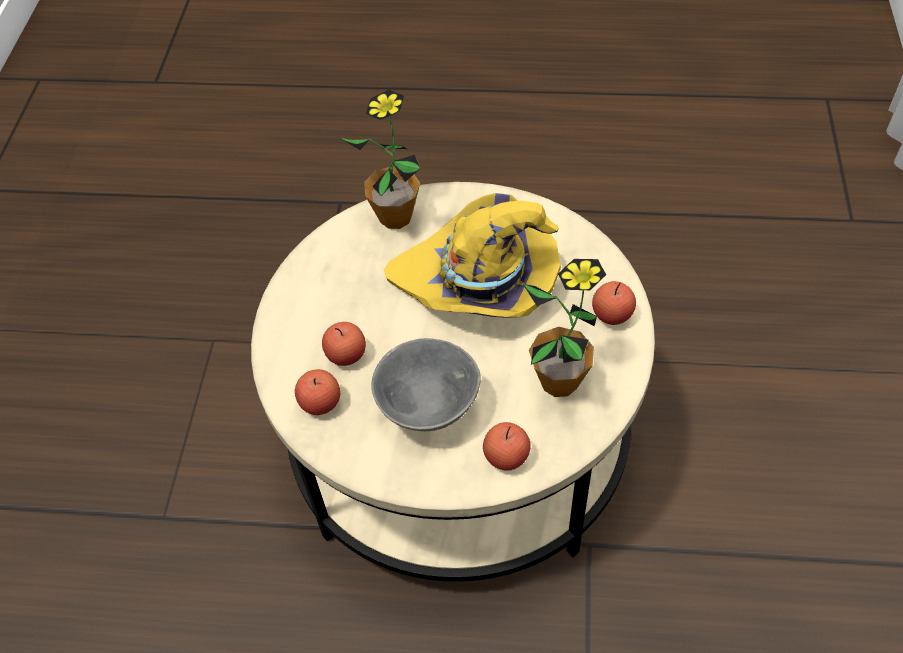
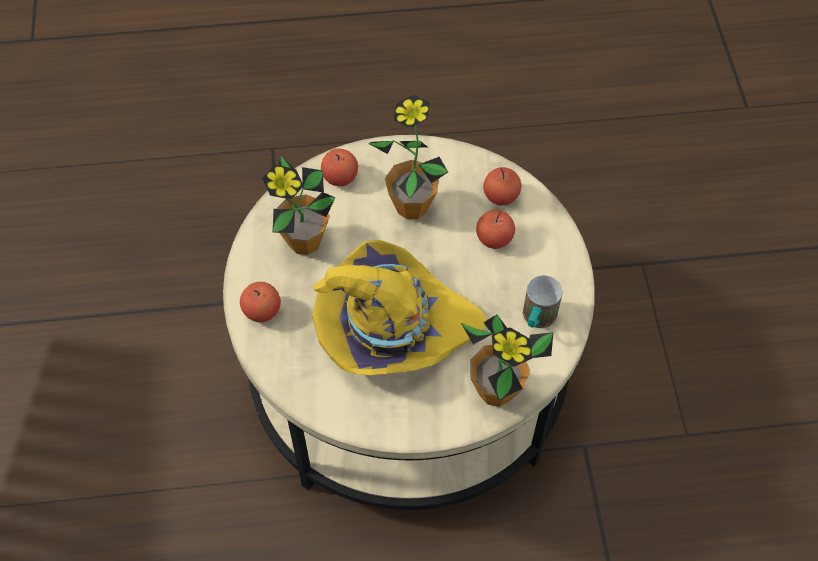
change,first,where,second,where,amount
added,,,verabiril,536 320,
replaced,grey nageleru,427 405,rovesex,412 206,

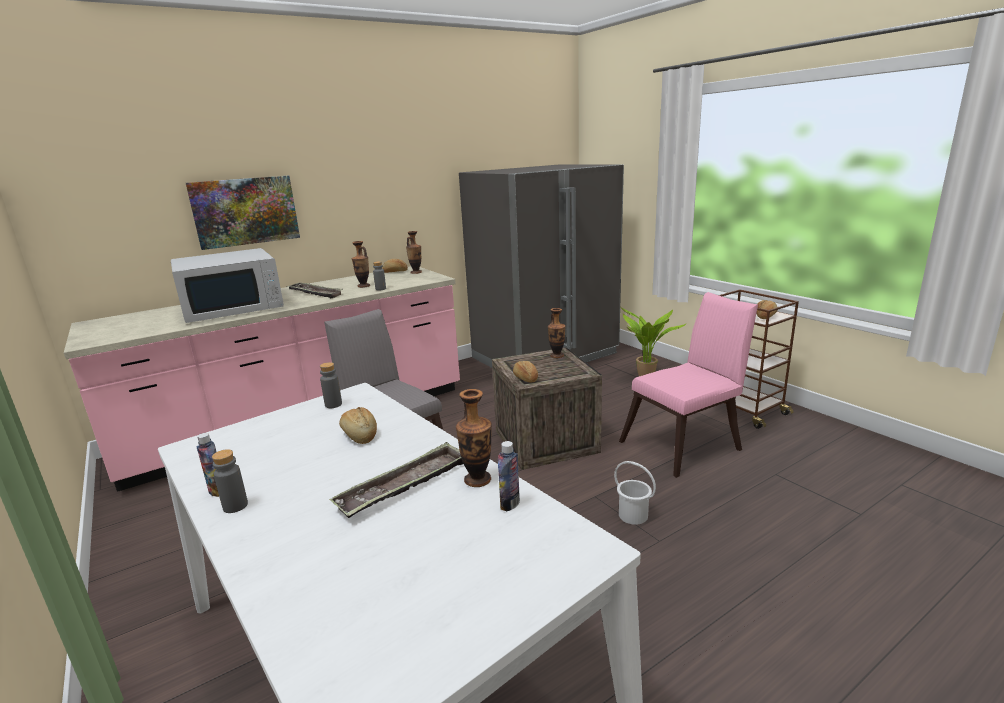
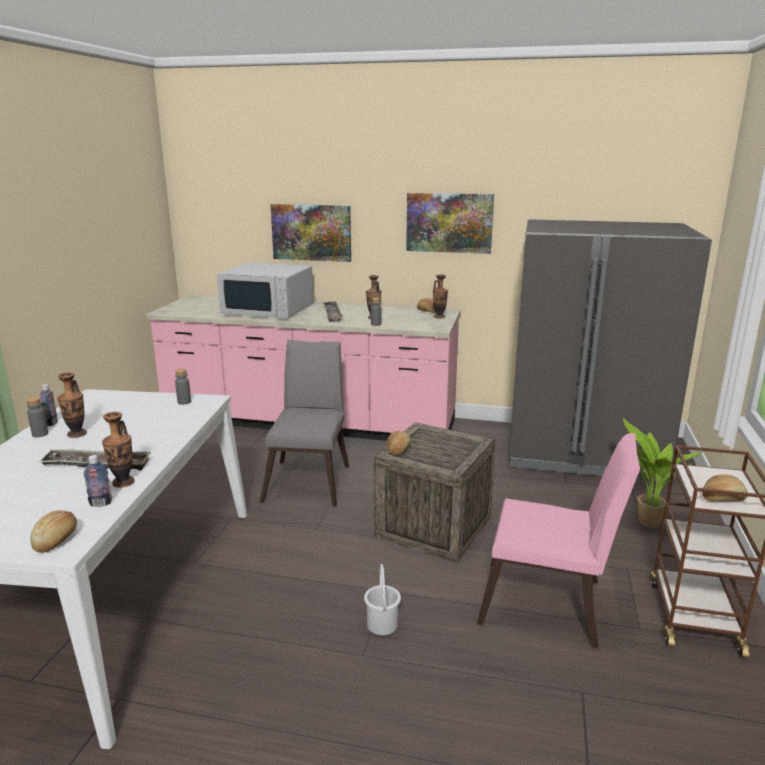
change,first,where,second,where,amount
added,,,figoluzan,449 222,
moved,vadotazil,359 435,,57 540,
moved,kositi,557 356,,77 434,

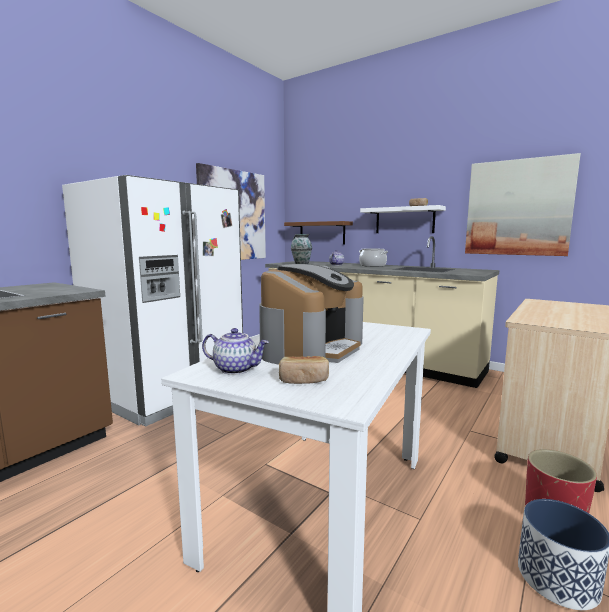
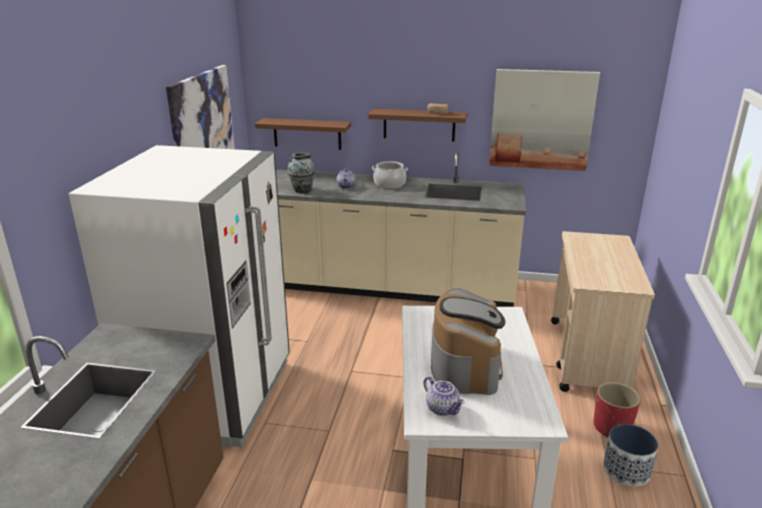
change,first,where,second,where,amount
removed,vadotazil,303 380,,,
recoloured,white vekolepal,404 220,brown vekolepal,419 125,
turned,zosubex,236 369,,443 408,60 degrees clockwise

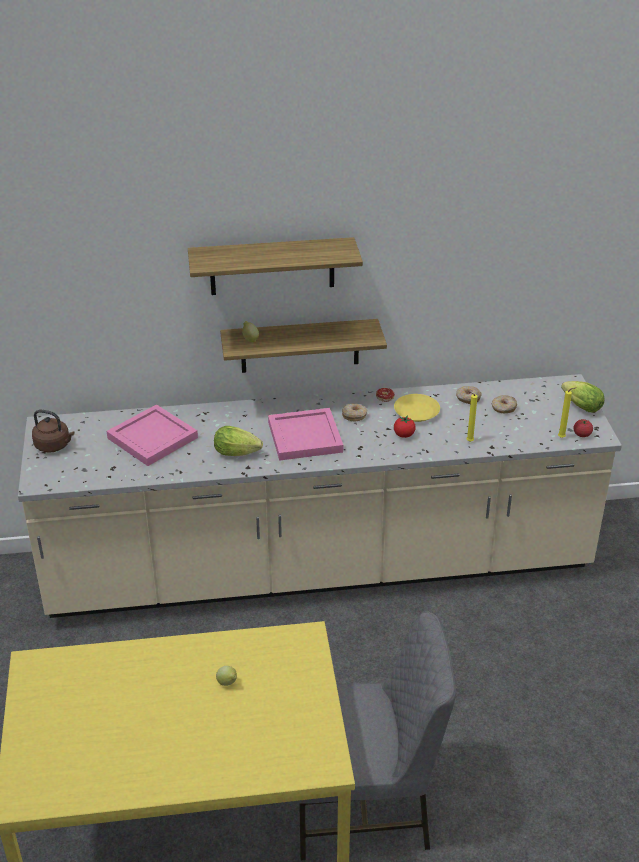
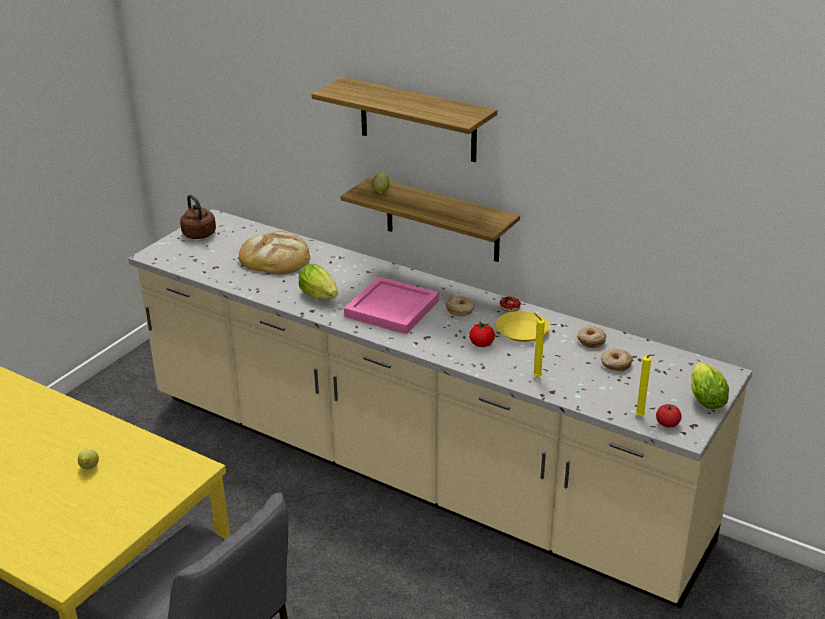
change,first,where,second,where,amount
replaced,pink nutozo,152 437,vadotazil,275 258,

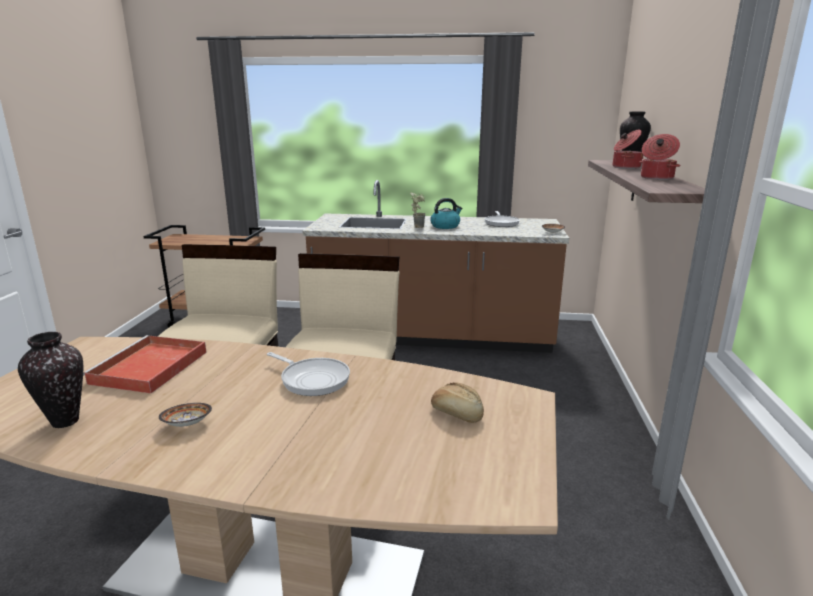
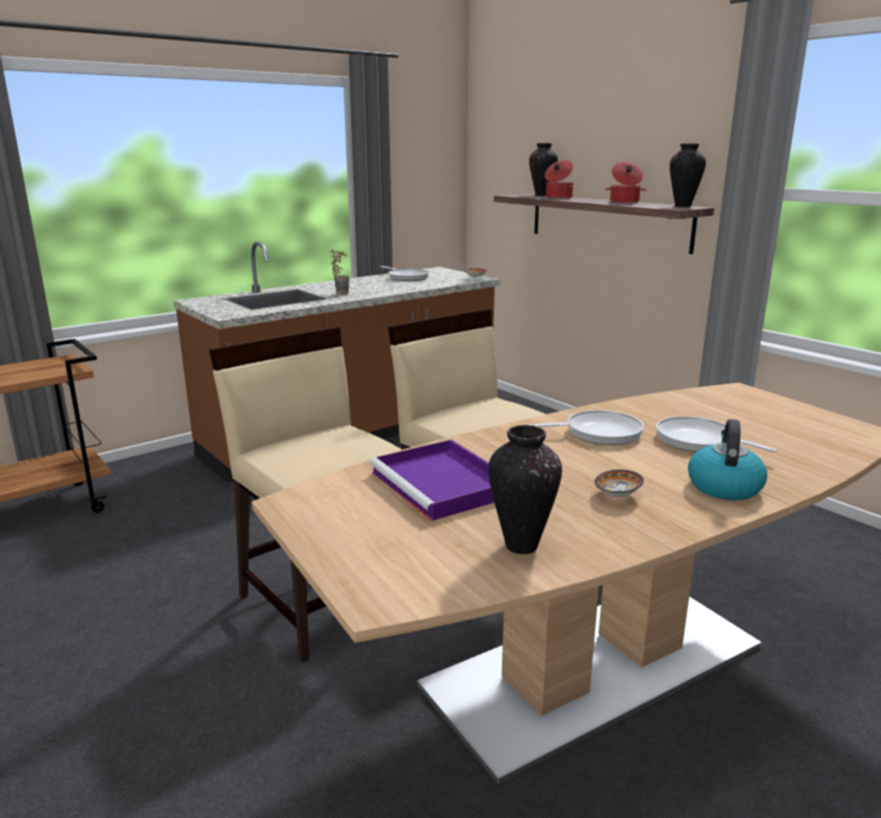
change,first,where,second,where,amount
removed,vadotazil,457 413,,,
added,,,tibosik,699 441,
added,,,kositi,682 206,
moved,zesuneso,445 226,,724 486,
recoloured,red nutozo,149 368,purple nutozo,444 485,

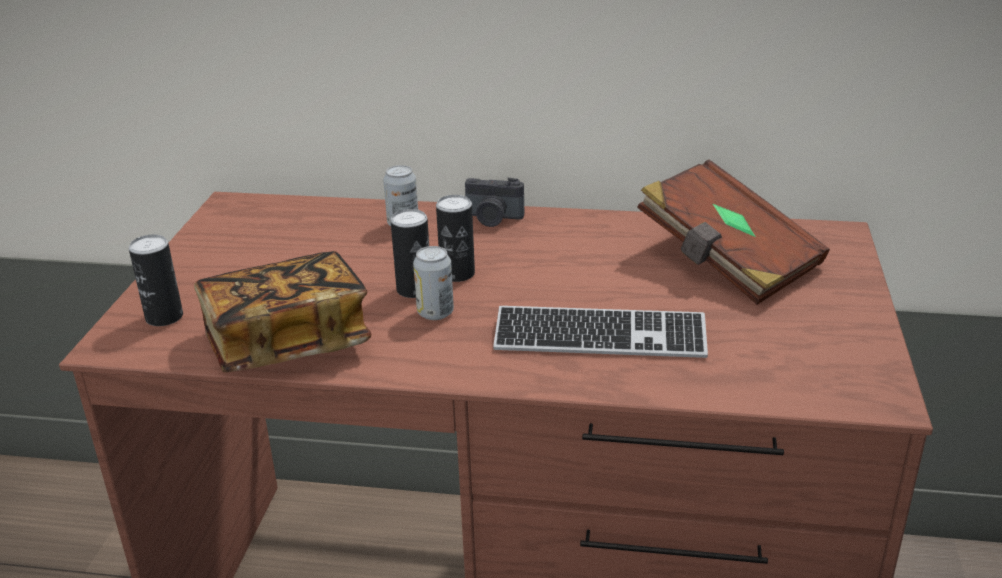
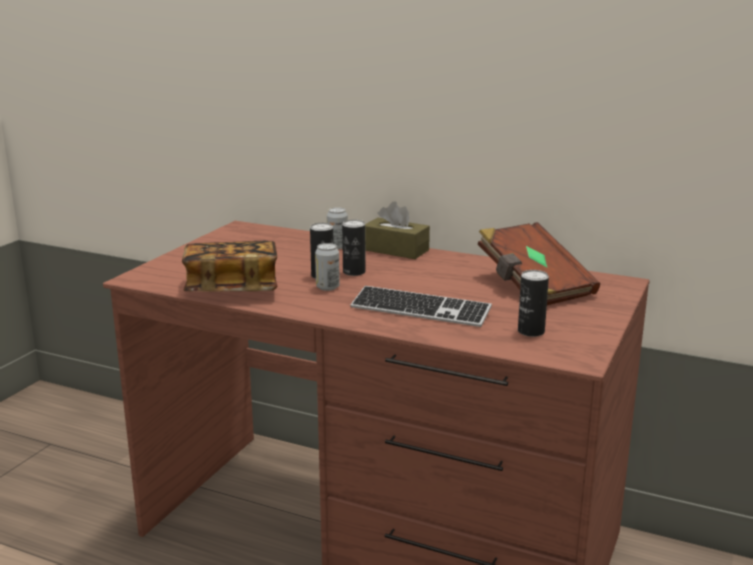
change,first,where,second,where,amount
moved,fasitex,164 317,,531 331,
replaced,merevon,493 218,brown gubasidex,395 250,

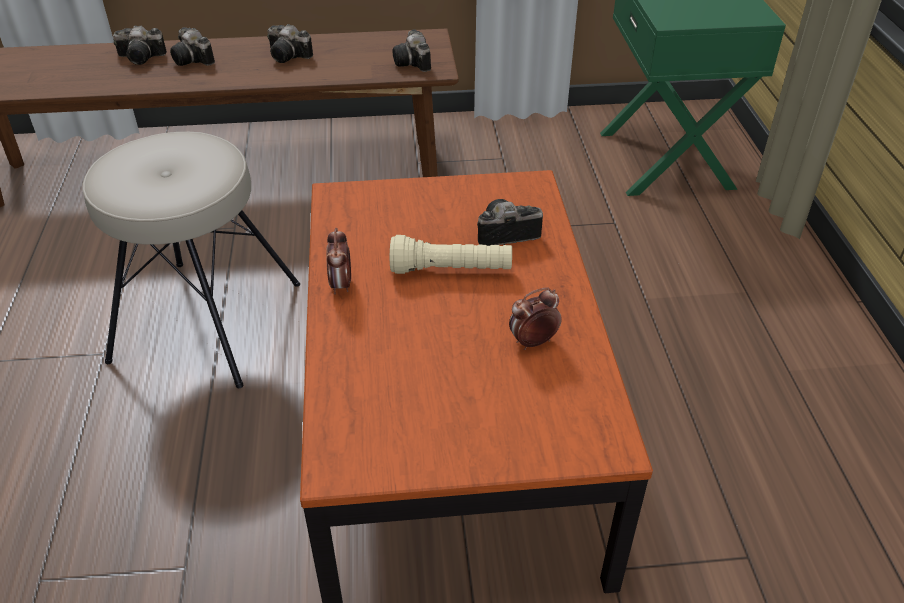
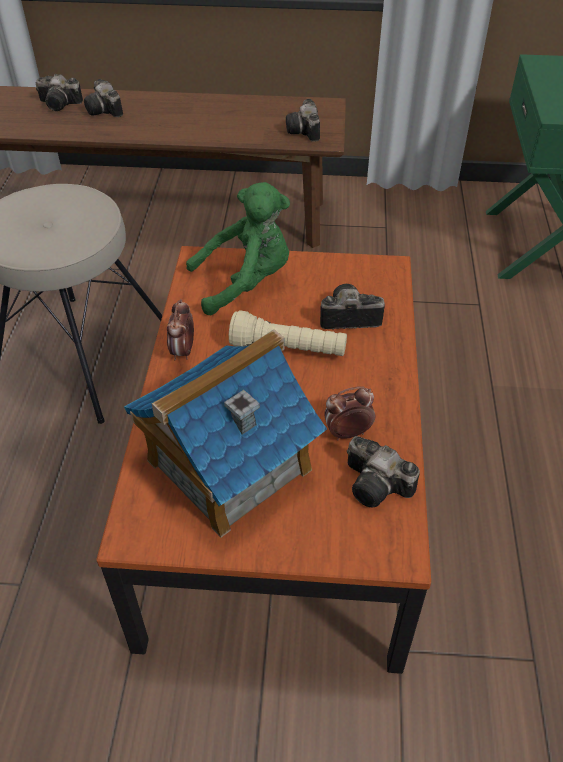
change,first,where,second,where,amount
added,,,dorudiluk,227 465,
added,,,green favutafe,246 282,
moved,merevon,290 56,,379 486,

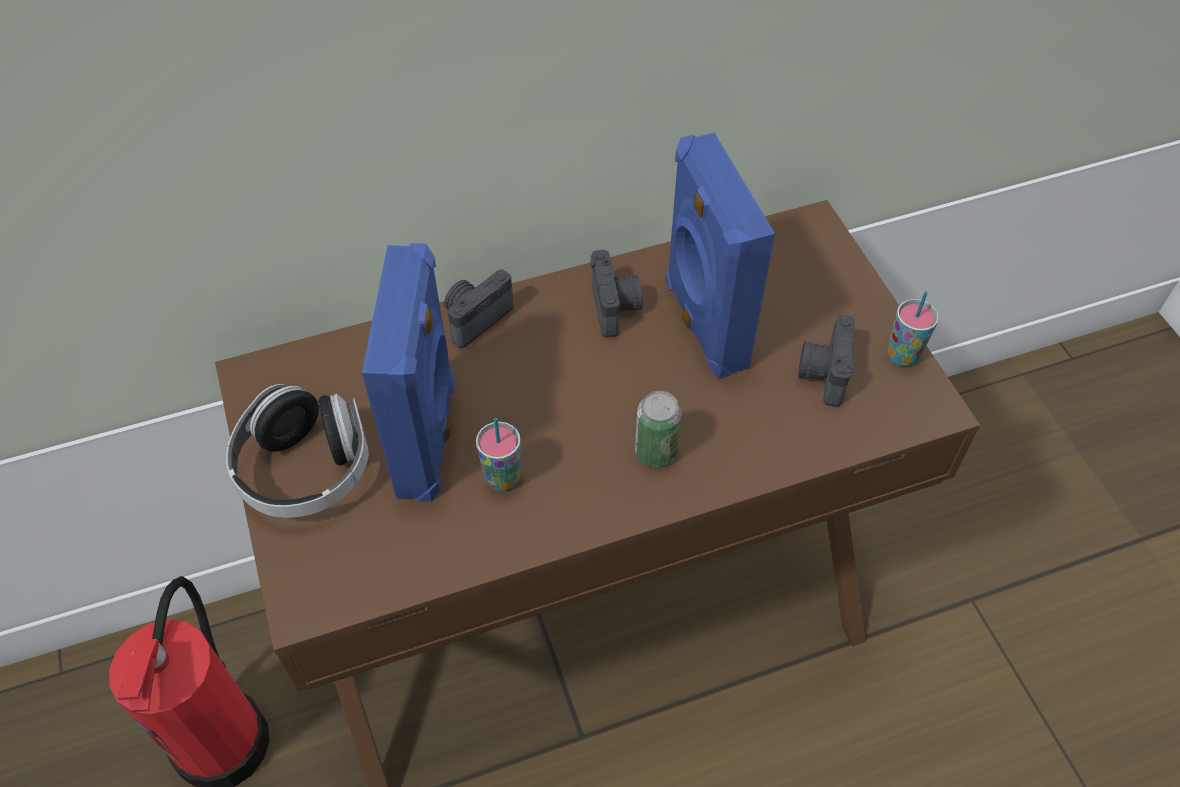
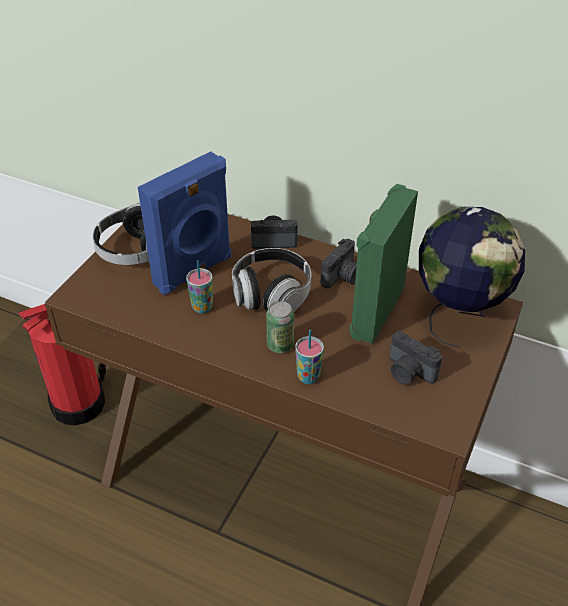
change,first,where,second,where,amount
added,,,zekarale,271 294,
added,,,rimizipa,458 316,
moved,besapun,902 355,,308 377,
recoloured,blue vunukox,702 324,green vunukox,375 311,
turned,merevon,822 373,,408 372,105 degrees counterclockwise

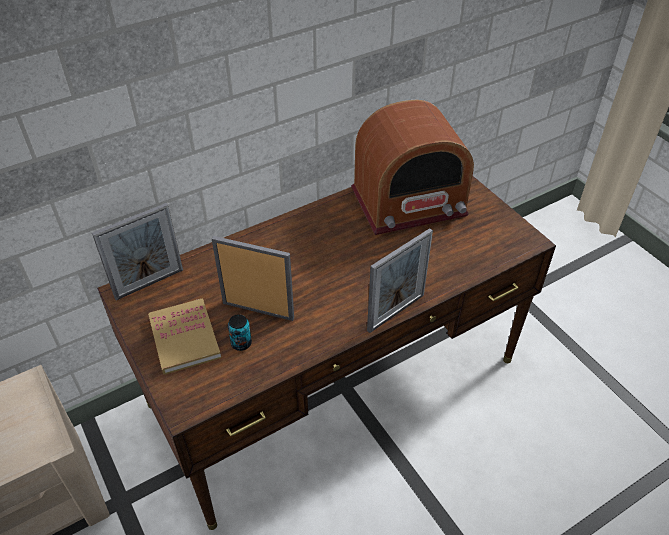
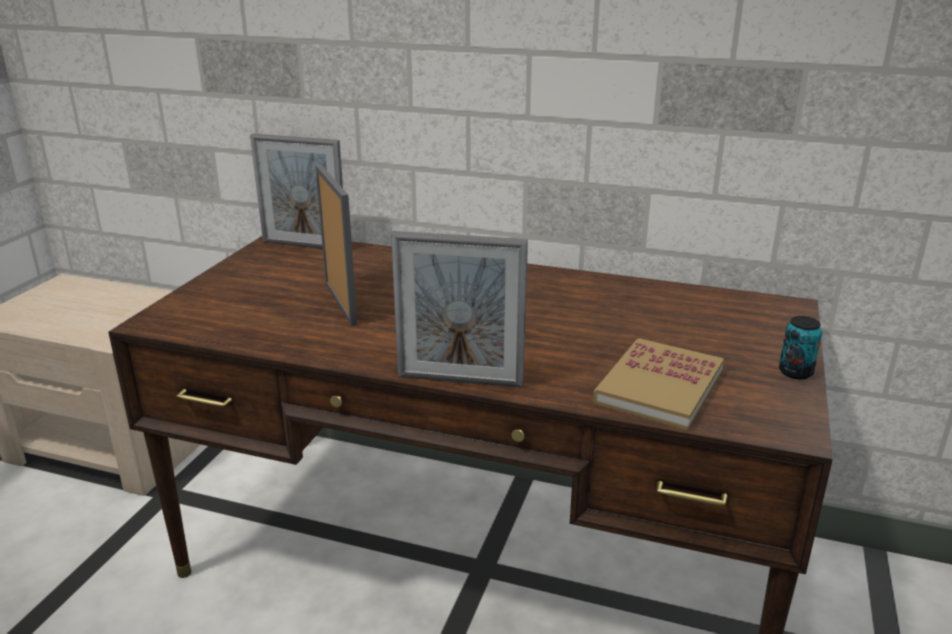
change,first,where,second,where,amount
removed,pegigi,409 202,,,
moved,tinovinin,184 338,,659 387,
moved,fasitex,241 343,,795 372,

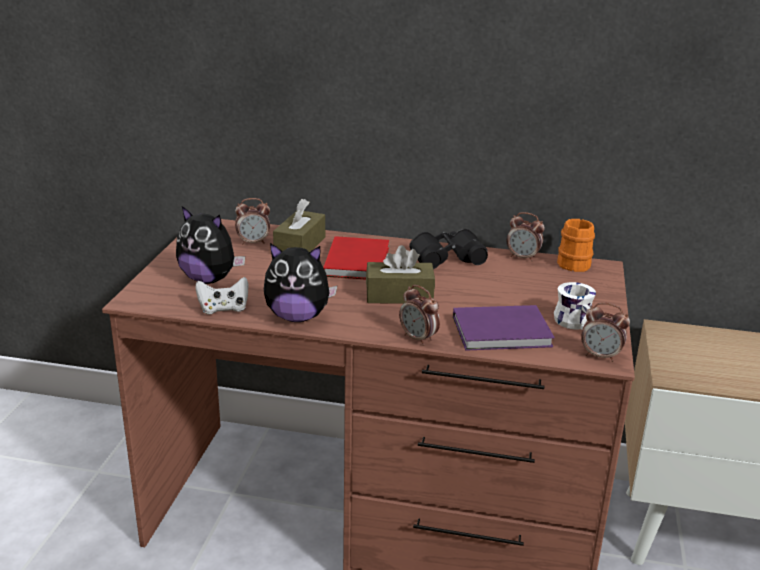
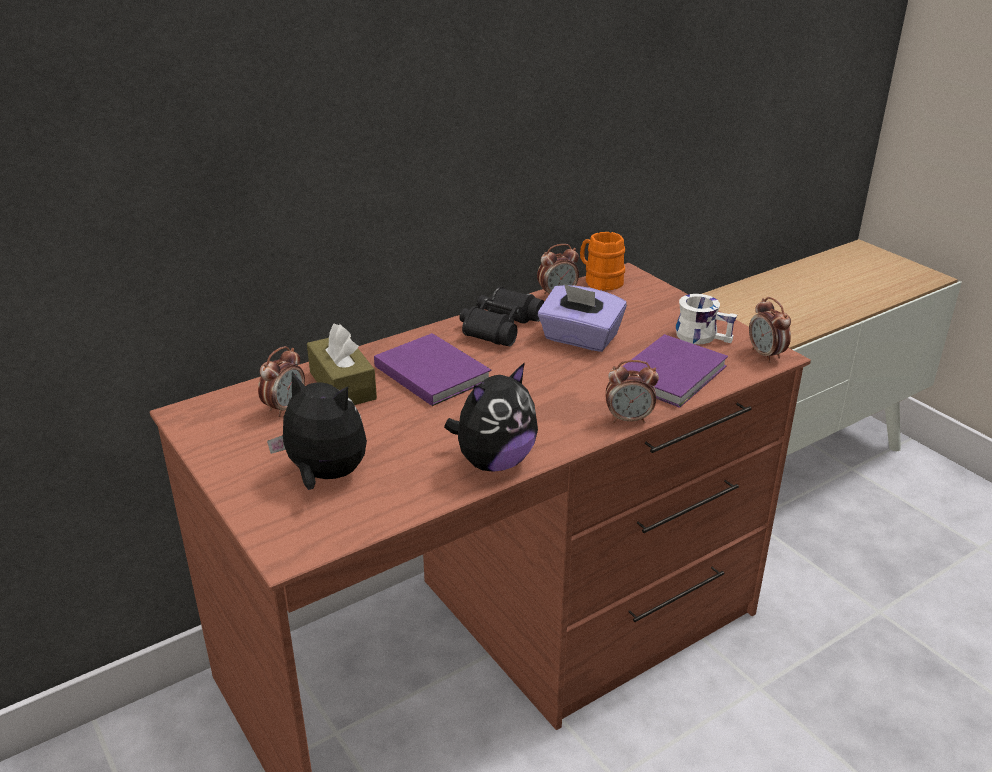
change,first,where,second,where,amount
removed,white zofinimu,223 309,,,
removed,brown gubasidex,399 295,,,
added,,,purple gubasidex,580 339,
recoloured,red tinovinin,358 261,purple tinovinin,431 371,
turned,favutafe,209 279,,324 476,135 degrees counterclockwise
turned,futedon,600 356,,766 355,90 degrees clockwise

